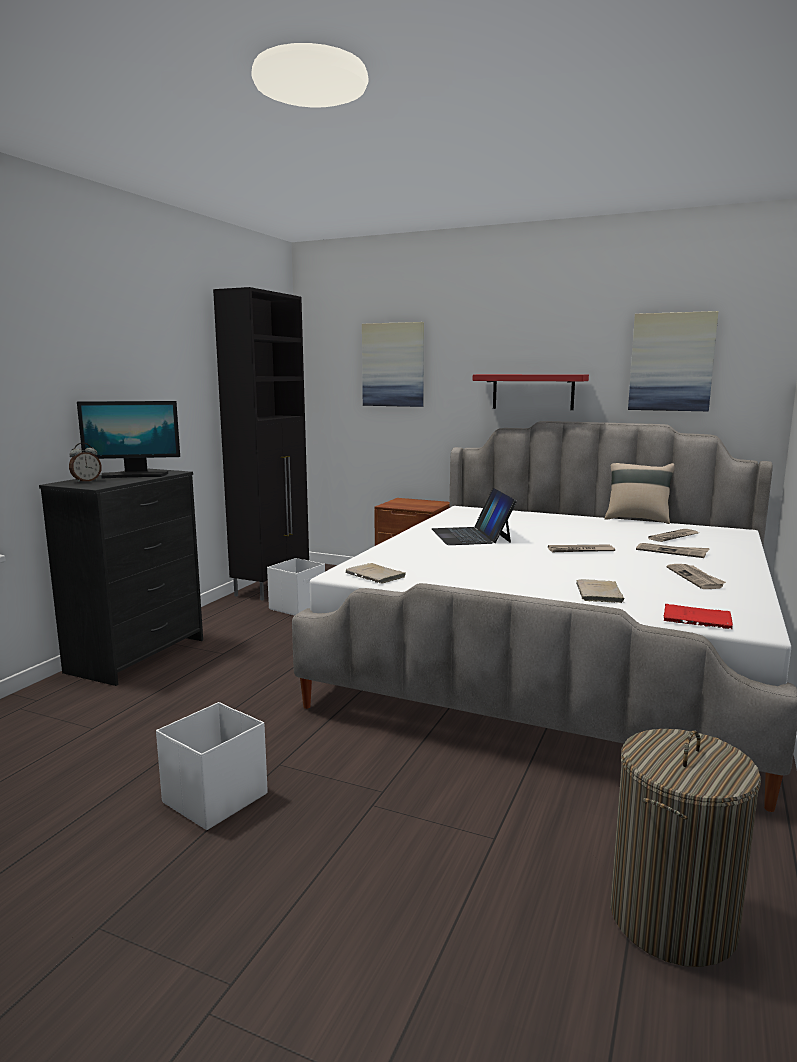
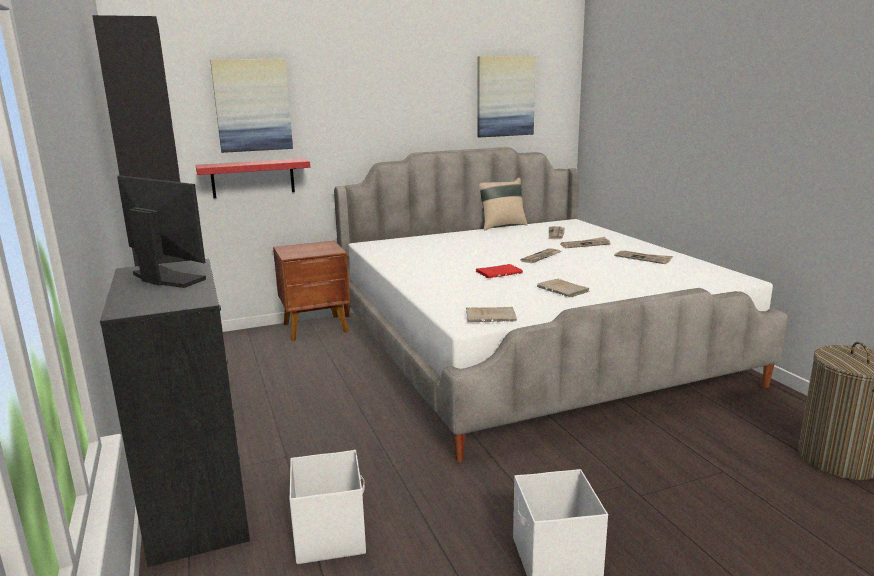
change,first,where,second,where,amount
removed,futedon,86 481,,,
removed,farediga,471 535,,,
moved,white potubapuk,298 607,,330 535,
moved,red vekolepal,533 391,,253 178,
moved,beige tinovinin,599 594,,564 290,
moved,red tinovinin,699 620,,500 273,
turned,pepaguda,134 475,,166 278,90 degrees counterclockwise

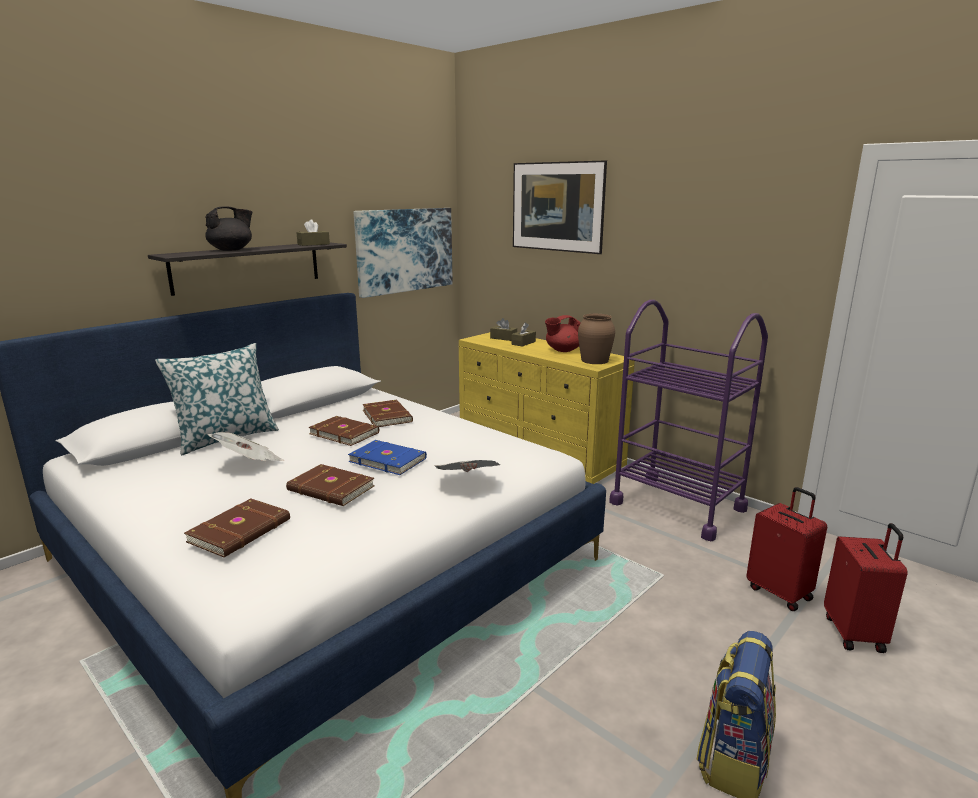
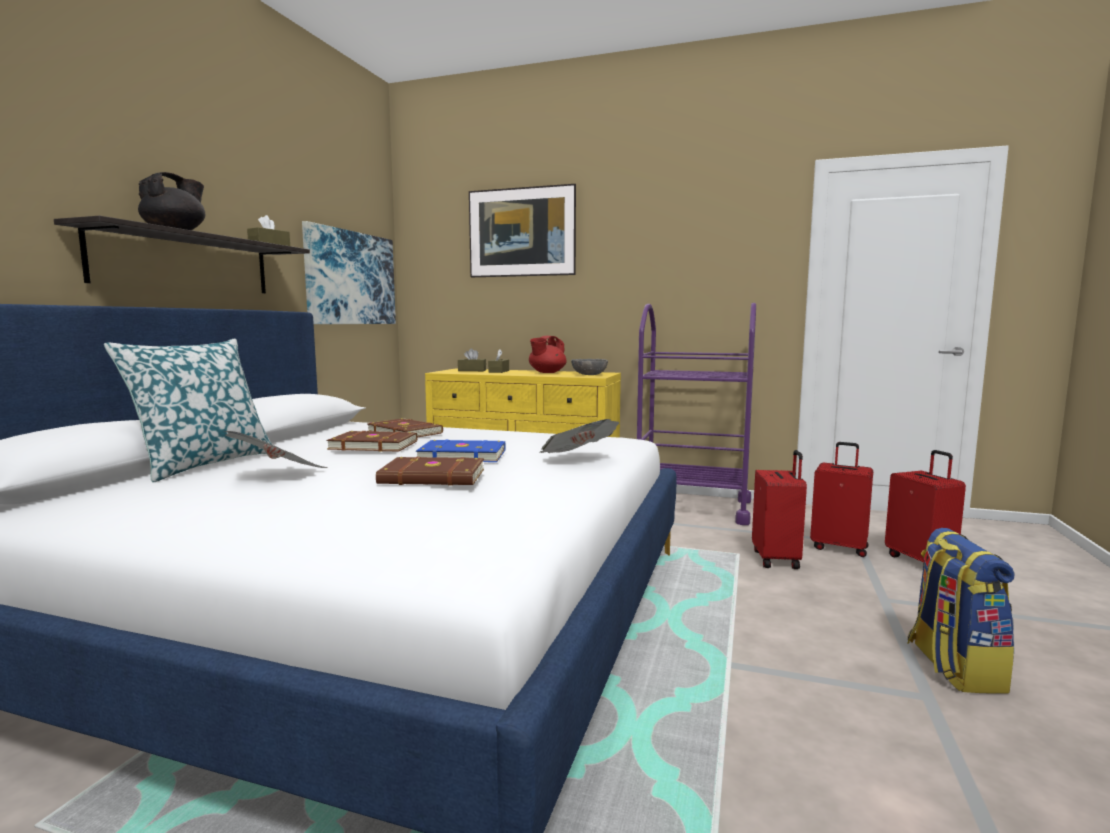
change,first,where,second,where,amount
removed,brown tinovinin,241 531,,,
added,,,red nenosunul,777 559,
replaced,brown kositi,594 360,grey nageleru,589 374,

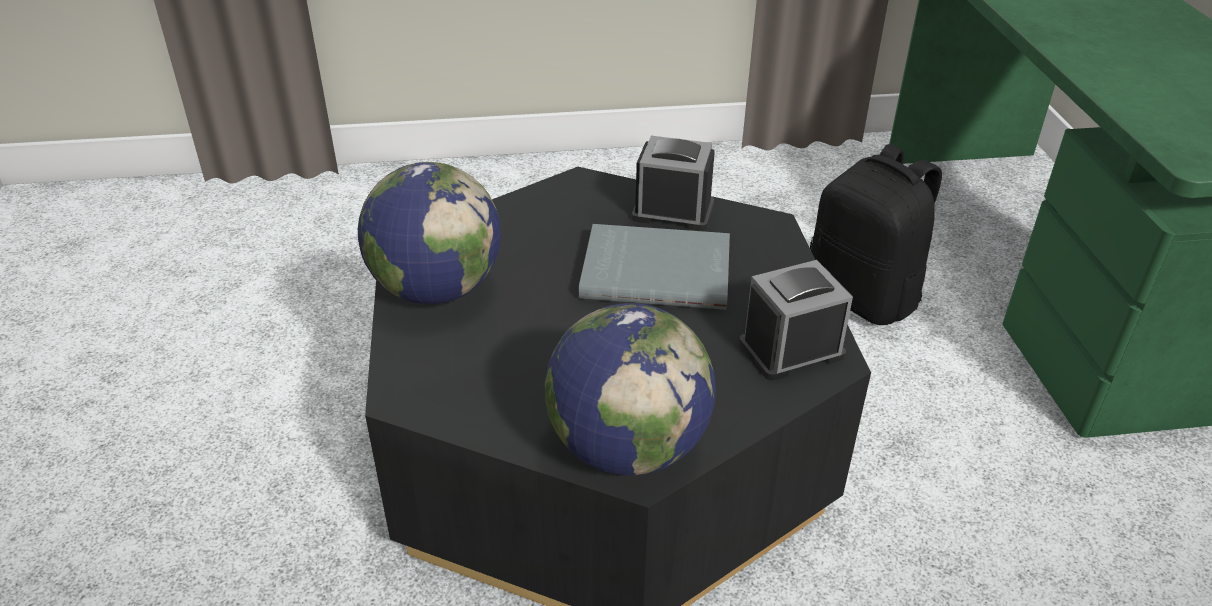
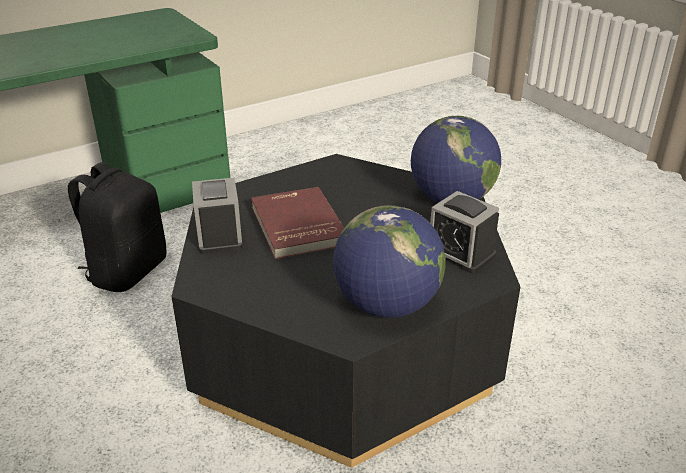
change,first,where,second,where,amount
moved,futedon,791 350,,460 253,
recoloured,grey tinovinin,656 270,red tinovinin,296 226,

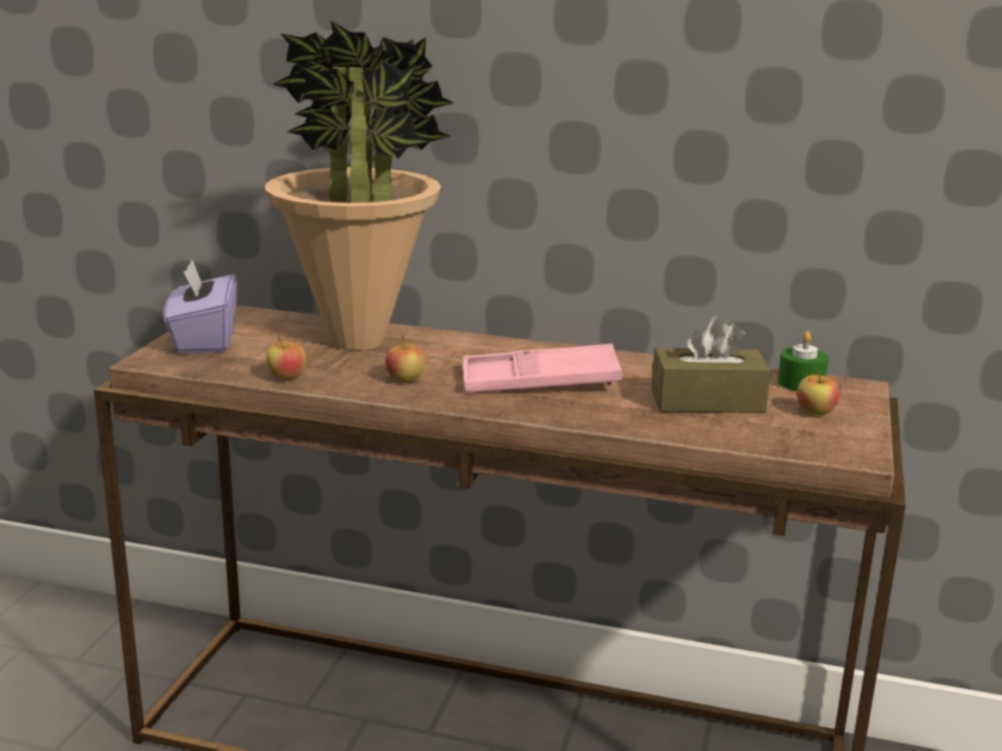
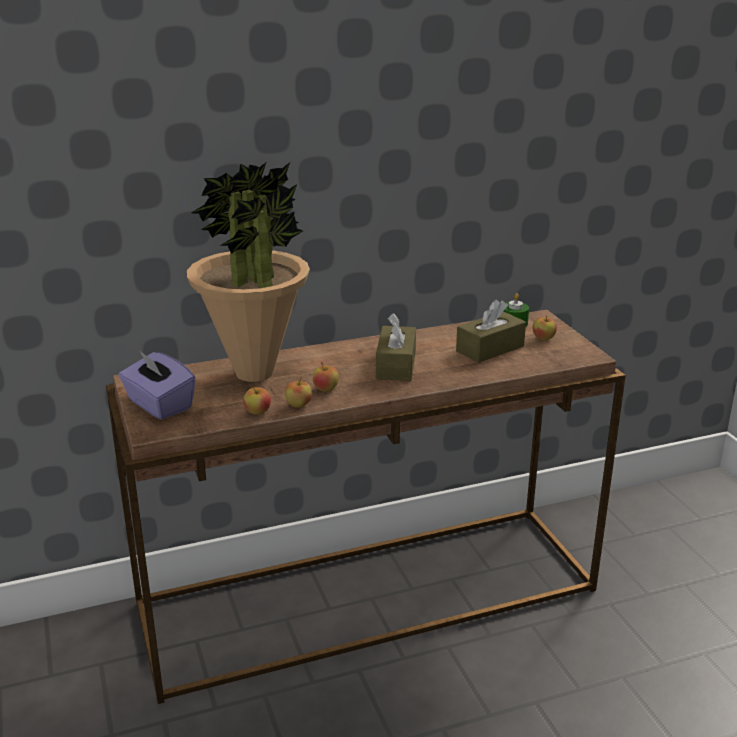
change,first,where,second,where,amount
added,,,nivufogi,298 405,
replaced,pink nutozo,540 381,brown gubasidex,396 365,

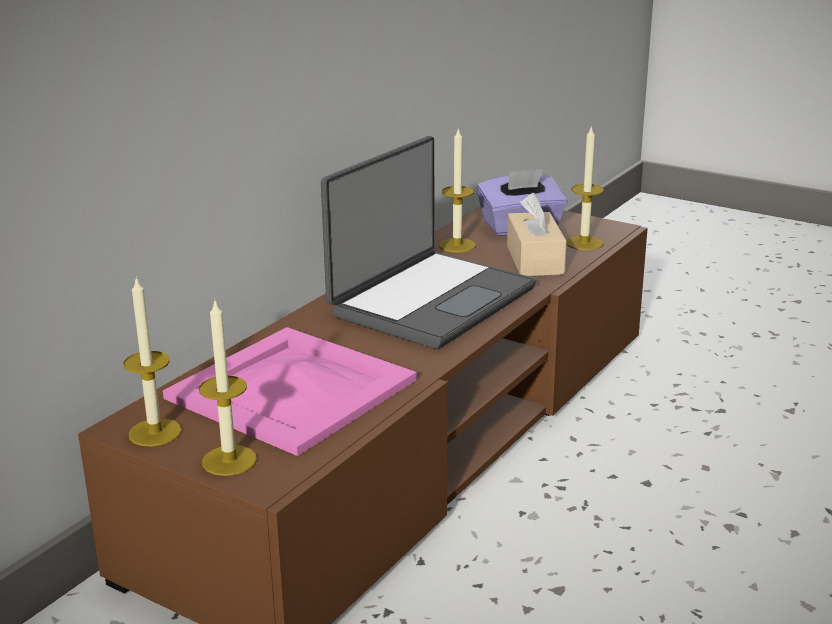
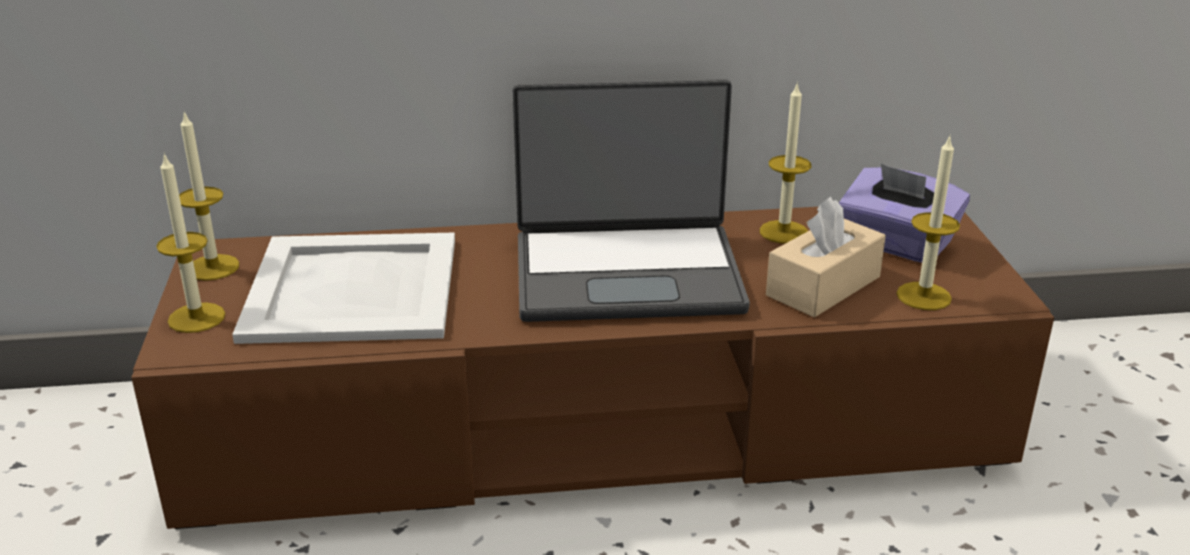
change,first,where,second,where,amount
recoloured,pink nutozo,294 389,white nutozo,354 289,

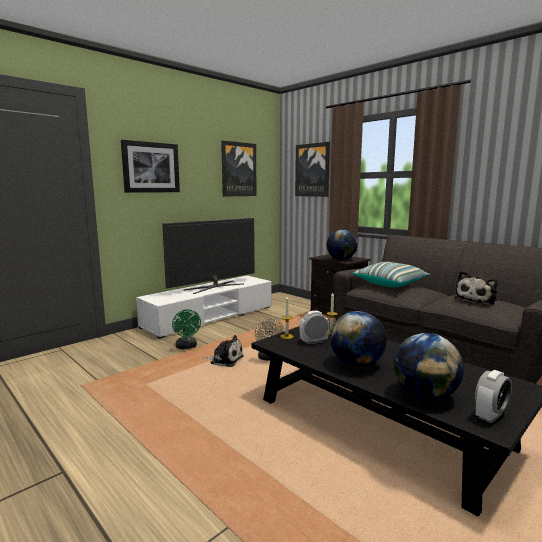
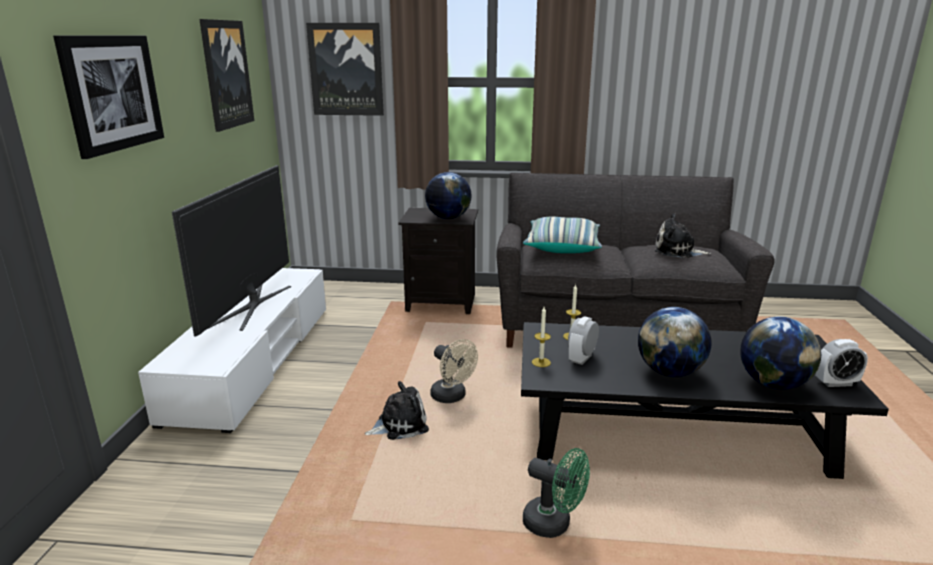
change,first,where,second,where,amount
moved,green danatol,187 347,,554 524,
turned,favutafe,477 300,,677 251,105 degrees clockwise
turned,futedon,490 416,,836 383,75 degrees clockwise

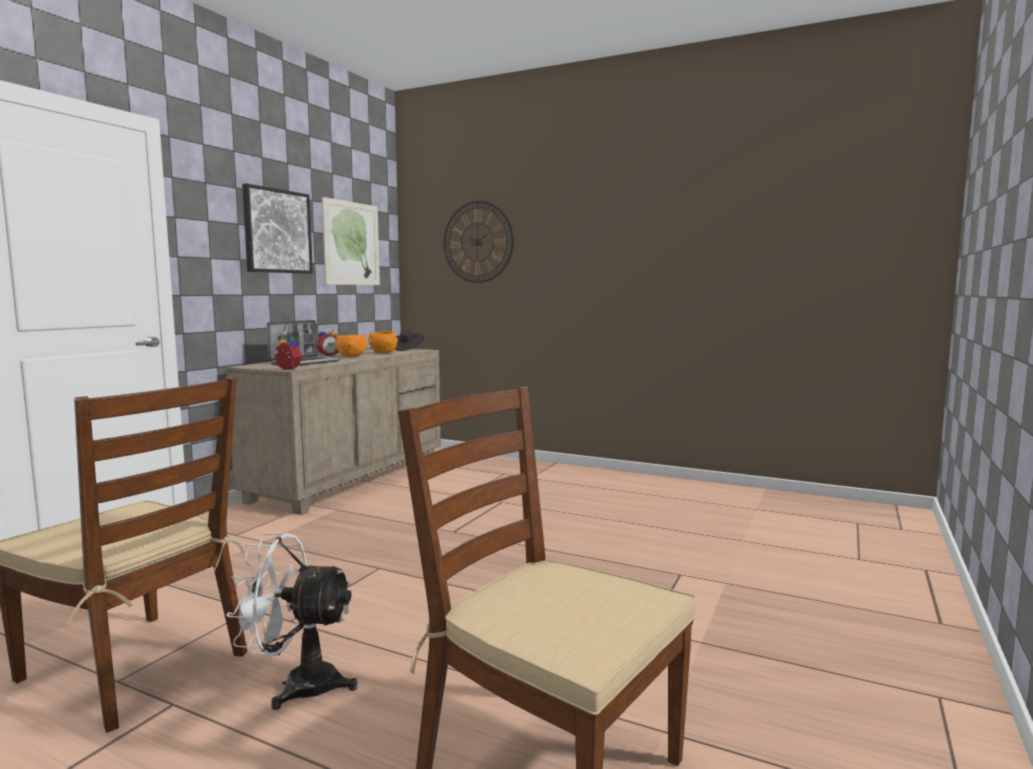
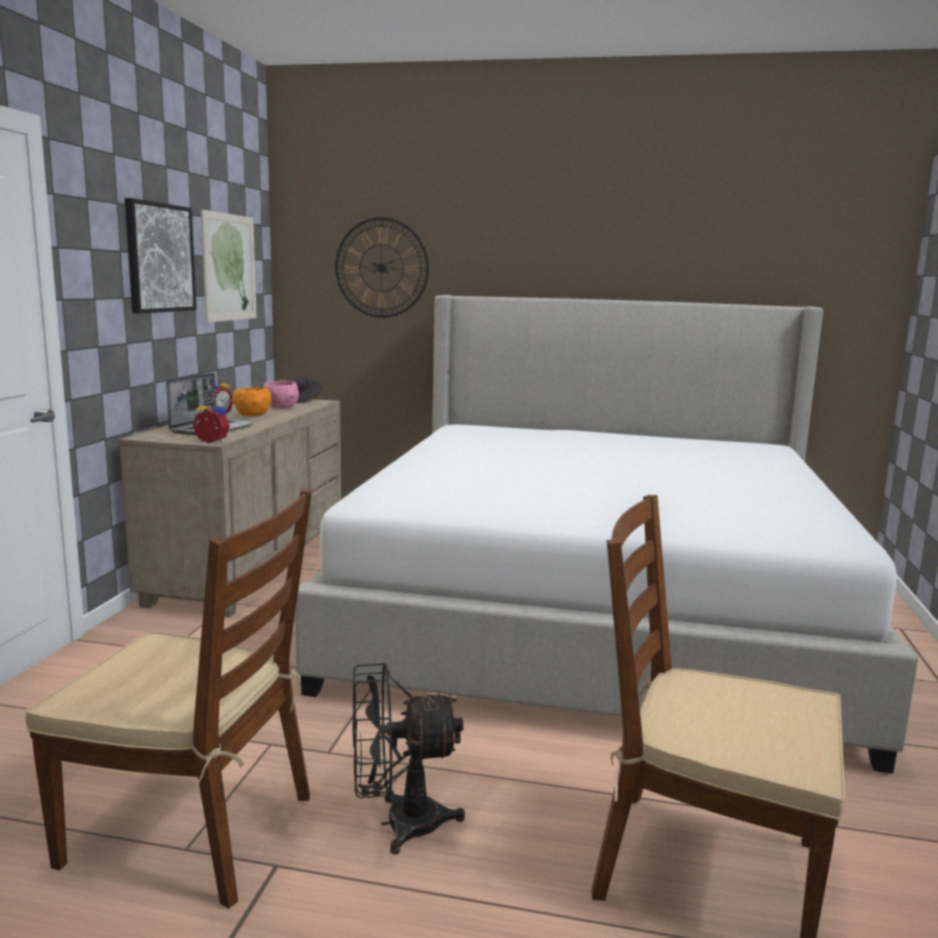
change,first,where,second,where,amount
added,,,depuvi,594 612,
recoloured,white danatol,297 685,black danatol,398 824,
recoloured,orange nageleru,383 353,pink nageleru,281 408,

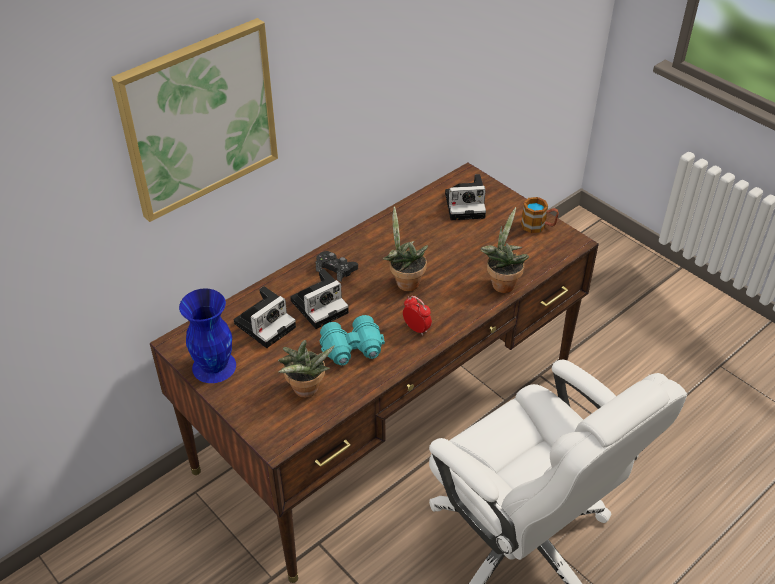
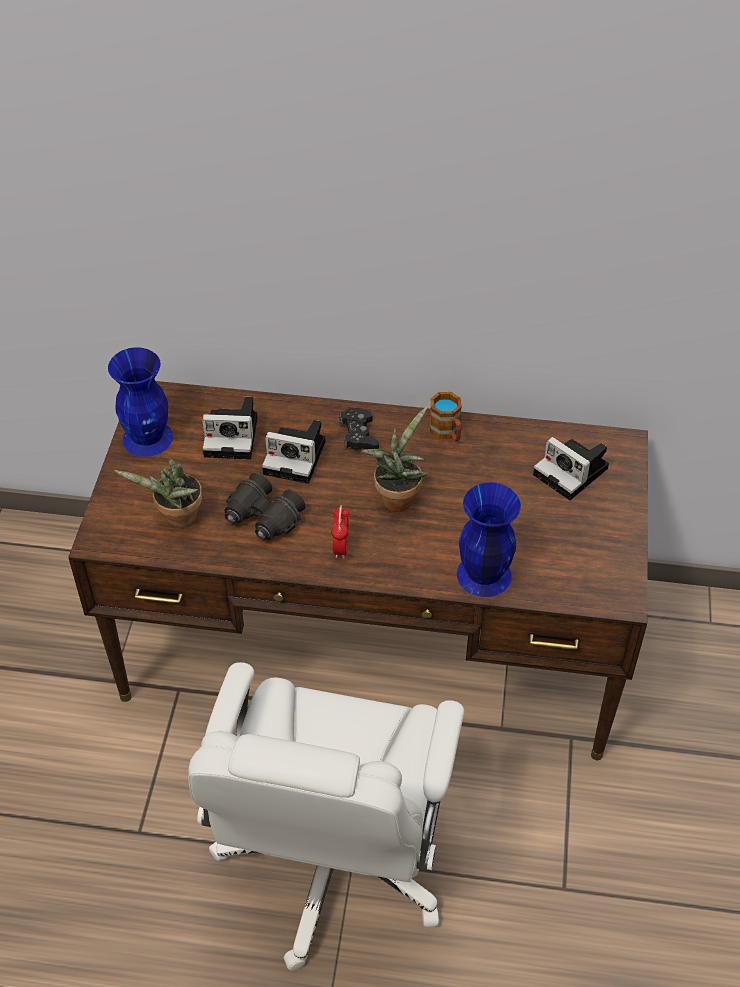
change,first,where,second,where,amount
removed,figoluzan,199 119,,,
moved,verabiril,538 226,,447 432,
replaced,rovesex,502 282,blue kositi,483 575,
recoloured,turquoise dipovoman,353 350,black dipovoman,263 518,

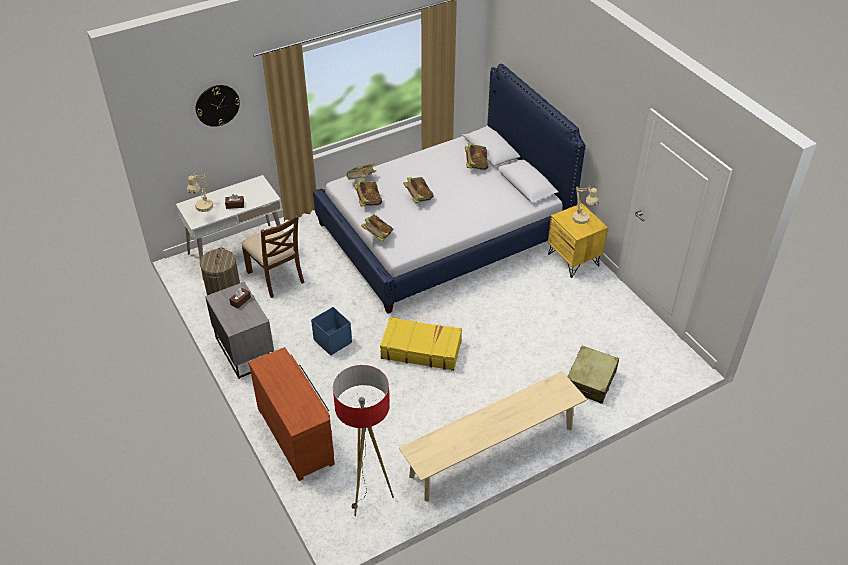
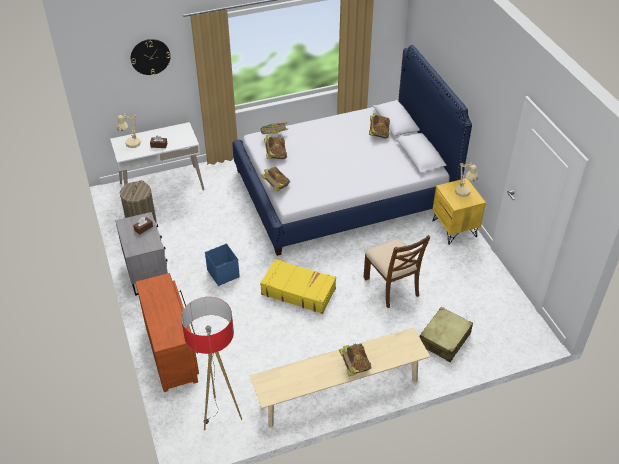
change,first,where,second,where,amount
moved,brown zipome,276 277,,392 287,
moved,tinovinin,418 198,,354 366,

